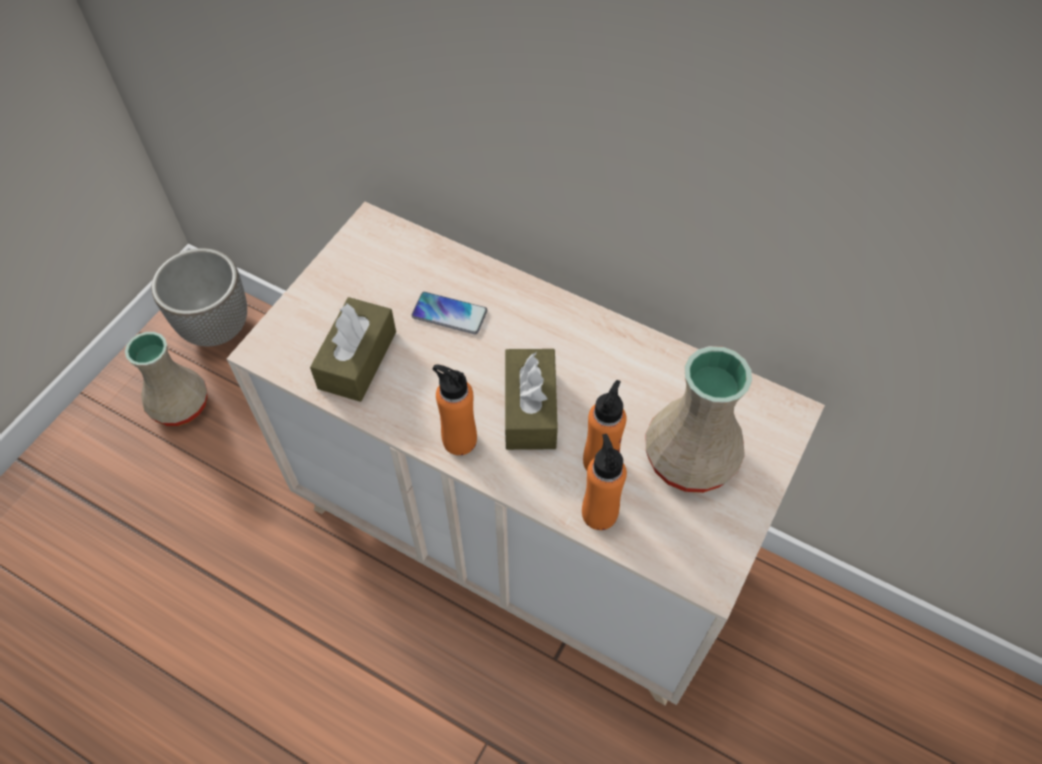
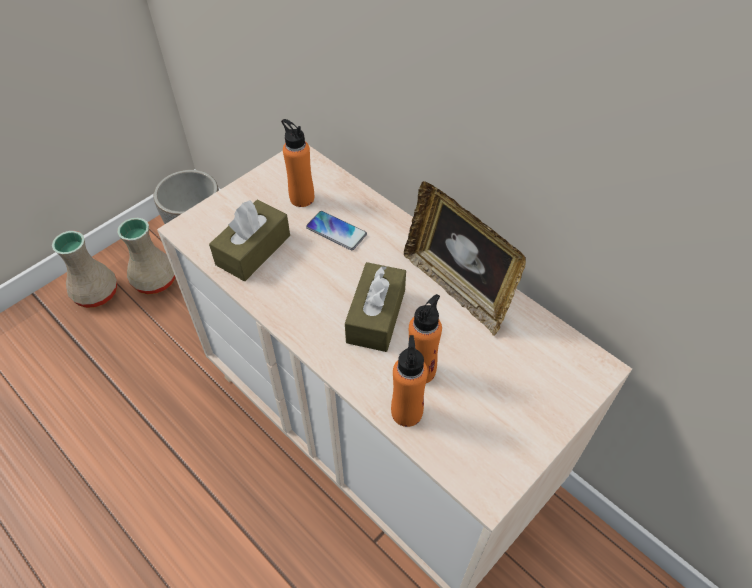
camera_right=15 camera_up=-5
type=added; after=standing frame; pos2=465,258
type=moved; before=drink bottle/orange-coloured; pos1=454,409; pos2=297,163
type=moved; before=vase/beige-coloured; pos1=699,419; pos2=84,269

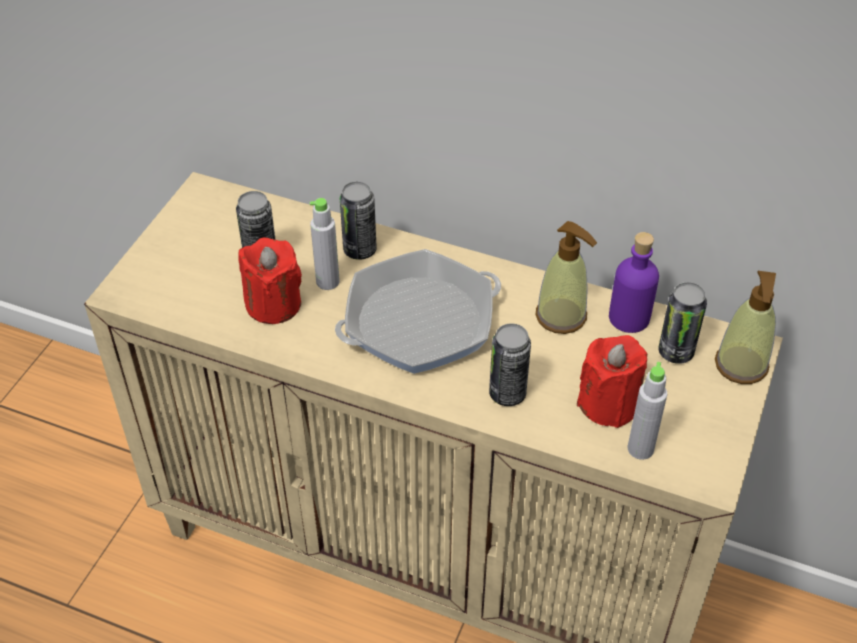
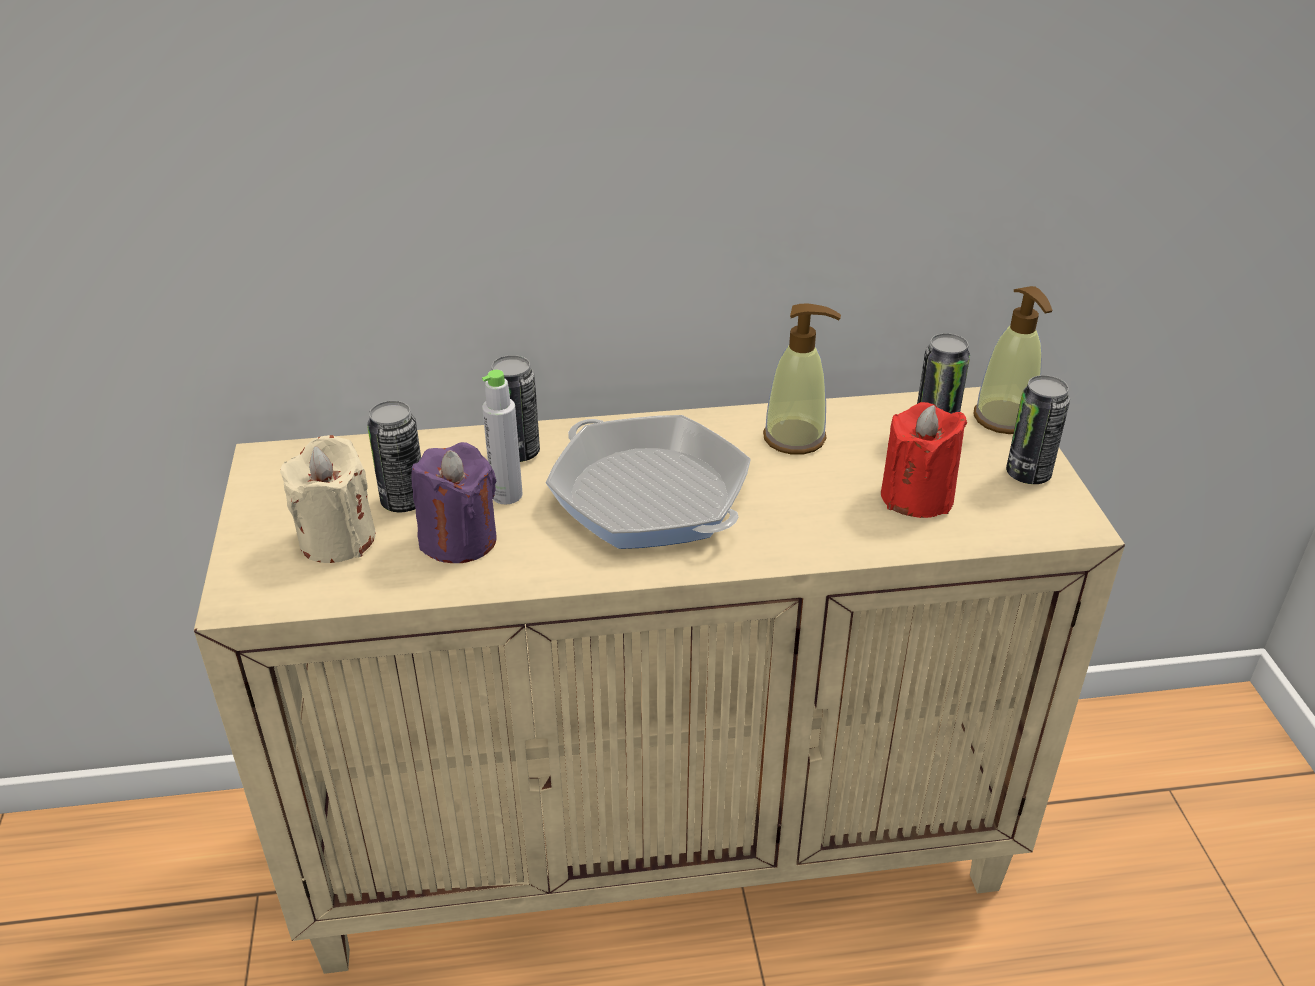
camera_right=-30 camera_up=-10
type=removed; before=drink bottle/purple; pos1=634,282
type=removed; before=drink bottle/grey; pos1=647,411
type=added; after=wax candle/beige-coloured; pos2=328,499
type=moved; before=can; pos1=510,364; pos2=1038,429
type=recoloured; before=wax candle/red-coloured; after=wax candle/purple; pos1=270,280; pos2=454,502
type=turned; before=frying pan; pos1=418,311; pos2=648,482; turn=105

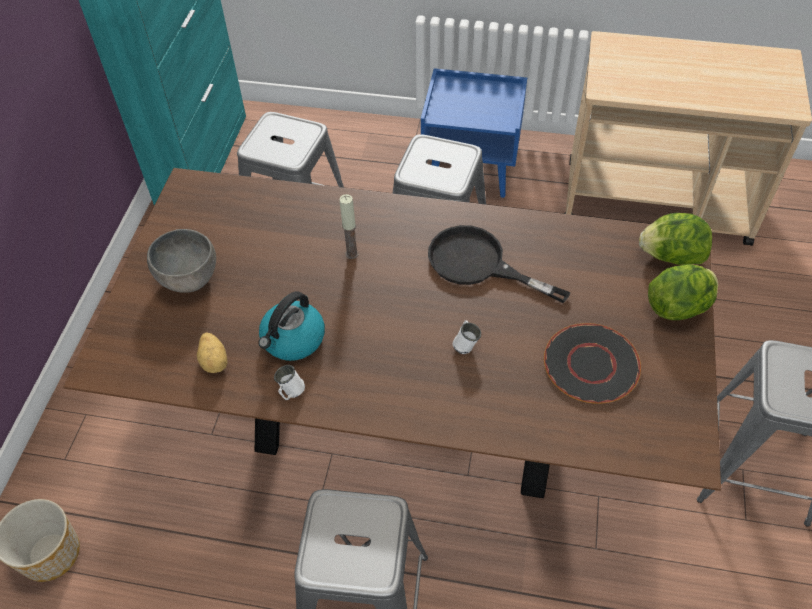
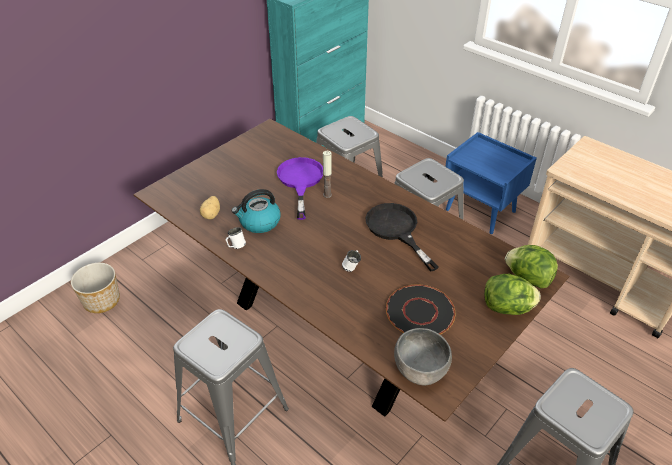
camera_right=30 camera_up=-10
type=added; after=frying pan/purple; pos2=300,188
type=moved; before=serving bowl/grey; pos1=181,261; pos2=423,356

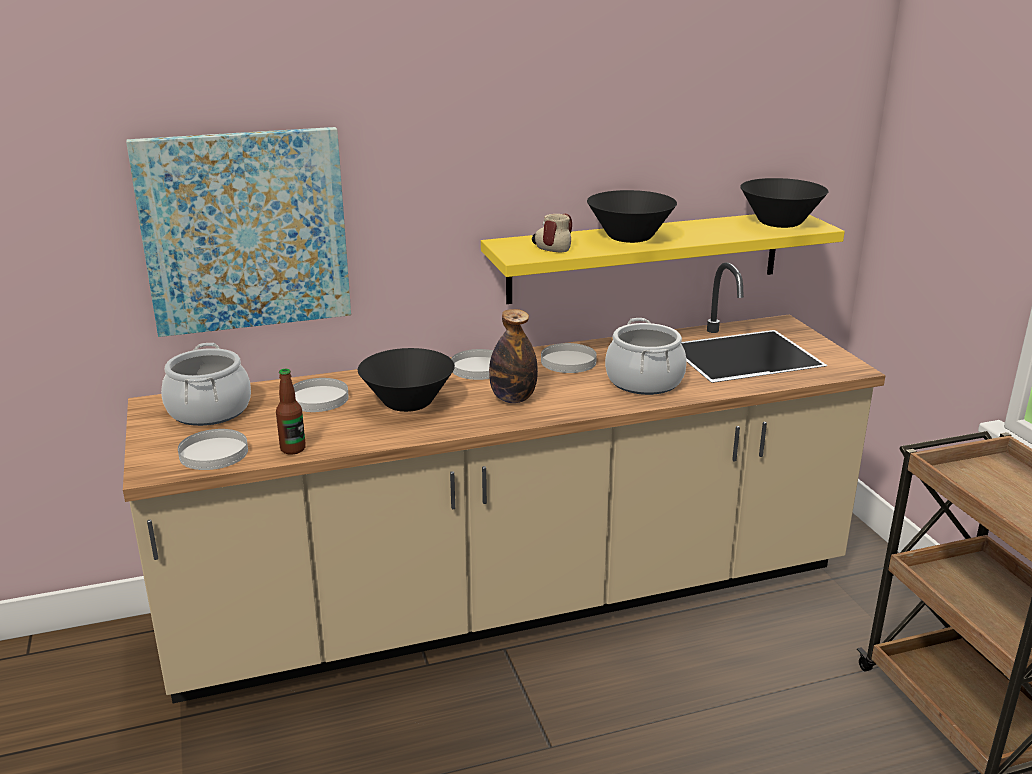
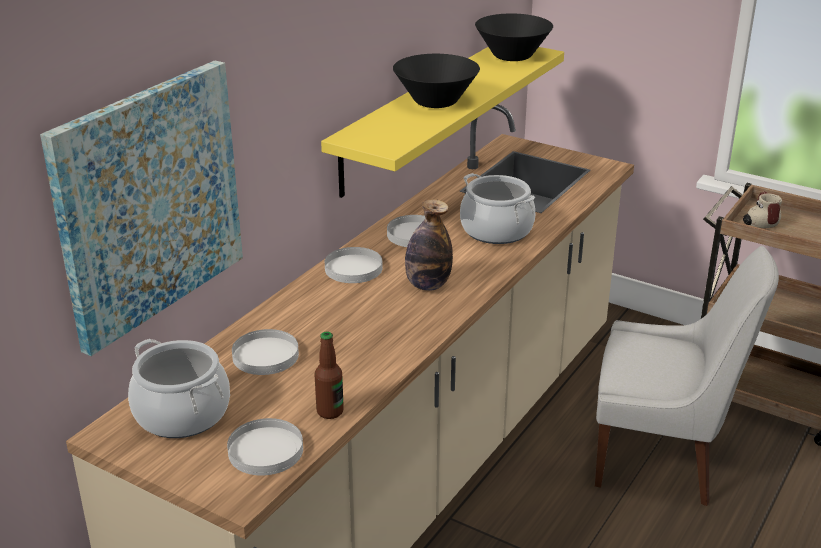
camera_right=-40 camera_up=5
type=removed; before=serving bowl/black-coloured; pos1=406,380
type=added; after=chair/whitish; pos2=687,376
type=moved; before=coffee mug; pos1=552,232; pos2=762,209

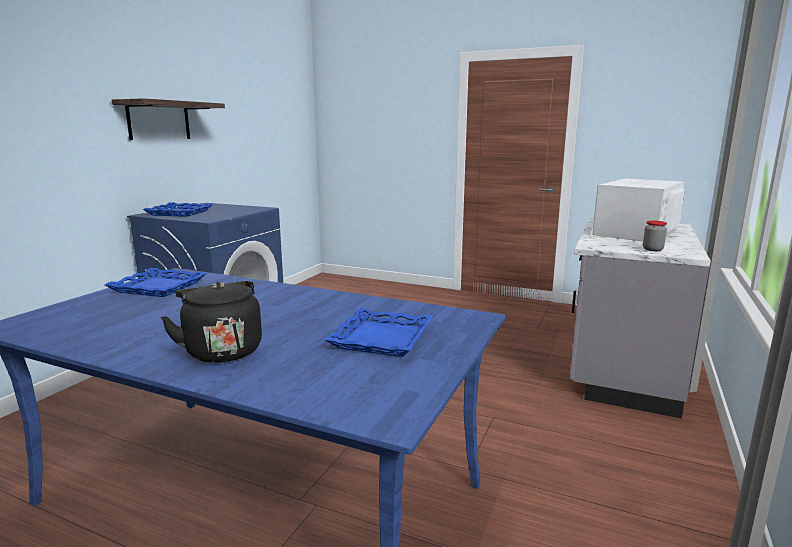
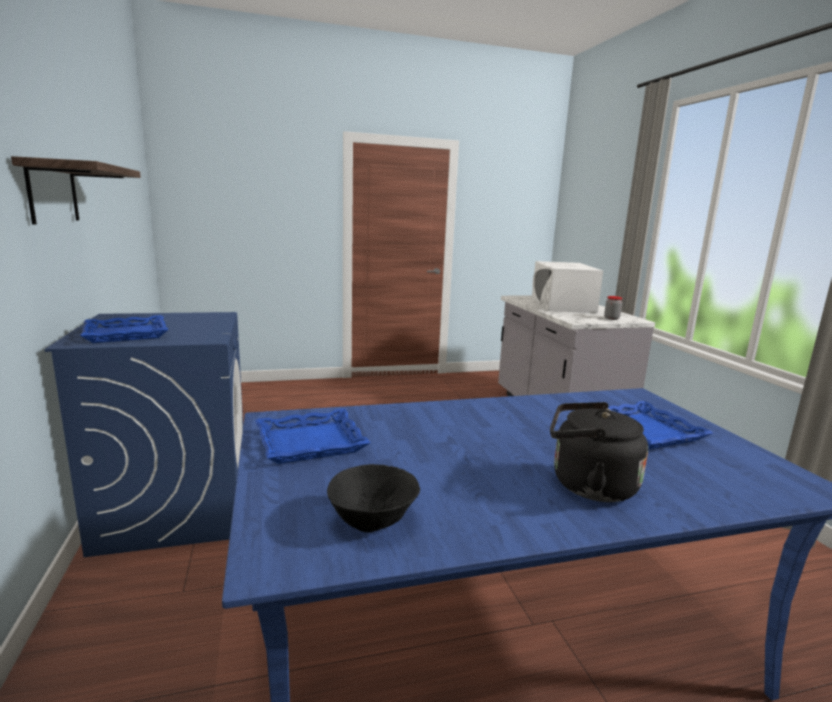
camera_right=-40 camera_up=0
type=added; after=serving bowl/black-coloured; pos2=373,498

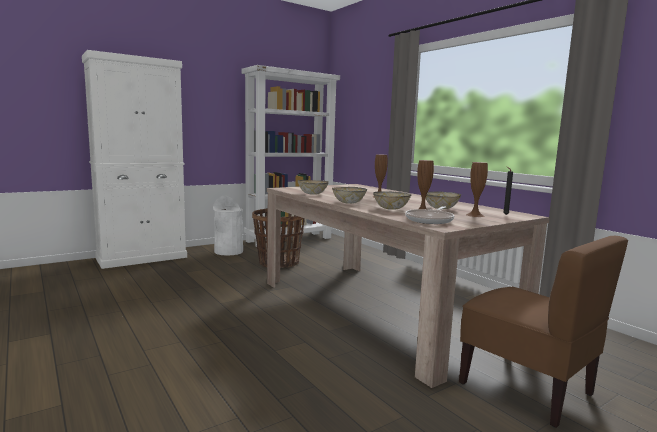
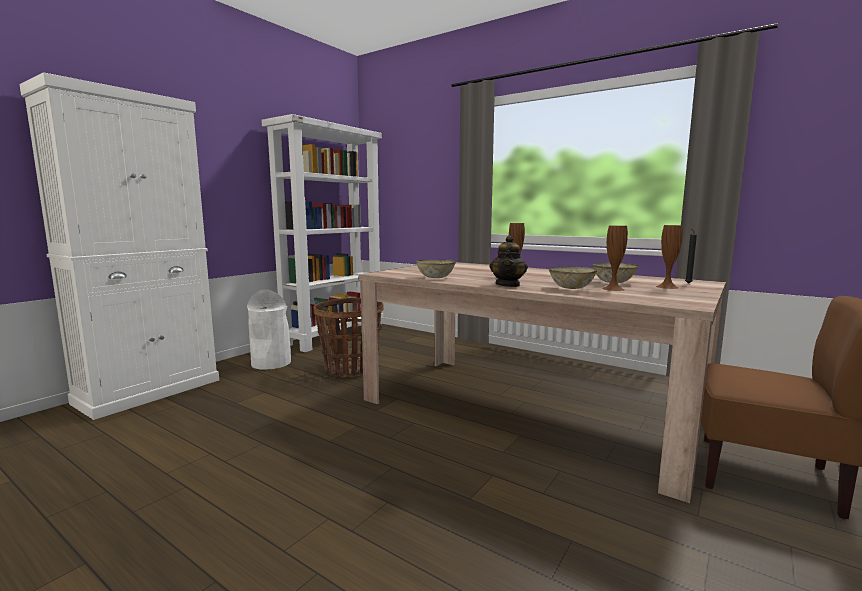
camera_right=-20 camera_up=0
type=removed; before=frying pan; pos1=429,215
type=replaced; before=serving bowl; after=tea pot; pos1=349,195; pos2=509,261

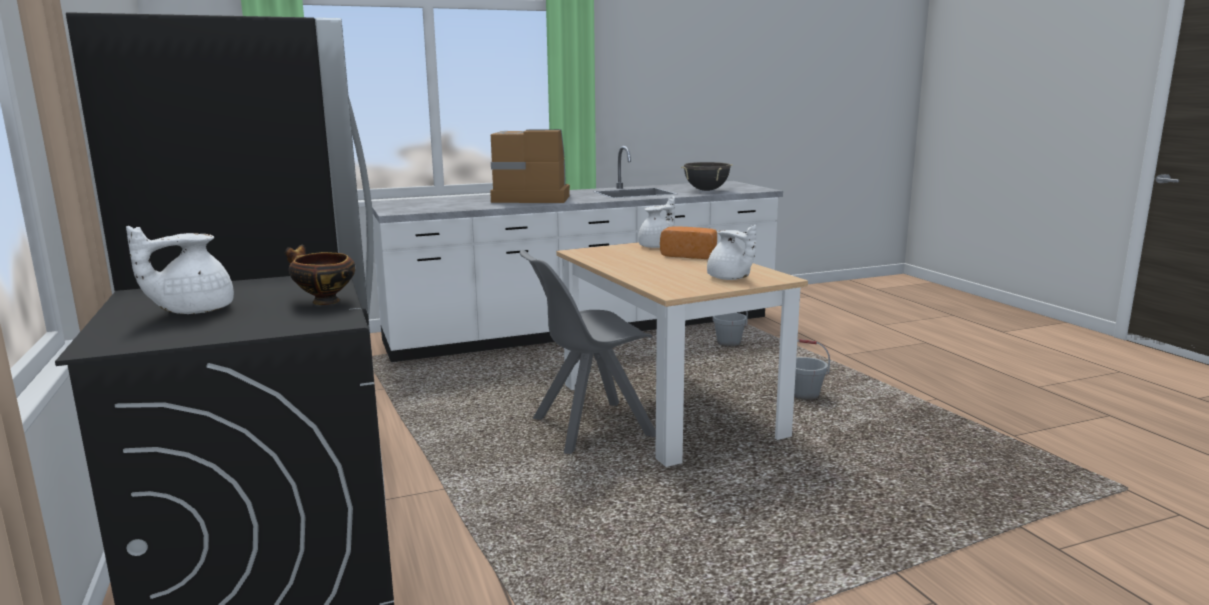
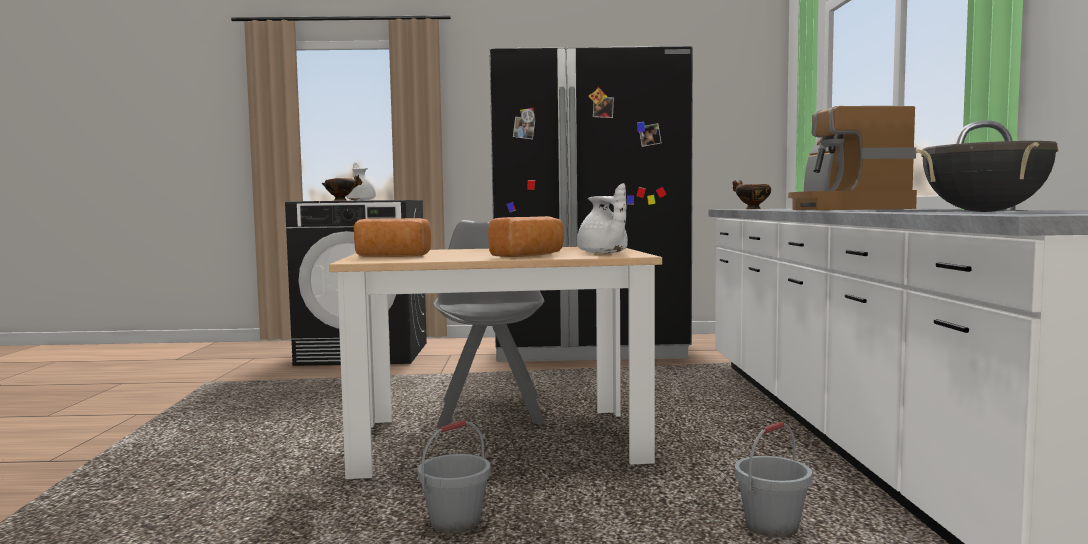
camera_right=110 camera_up=-10
type=added; after=serving bowl; pos2=752,194
type=replaced; before=tea pot/whitish; after=bread; pos1=731,252; pos2=392,237
type=turned; before=coffee maker; pos1=530,166; pos2=852,158; turn=150

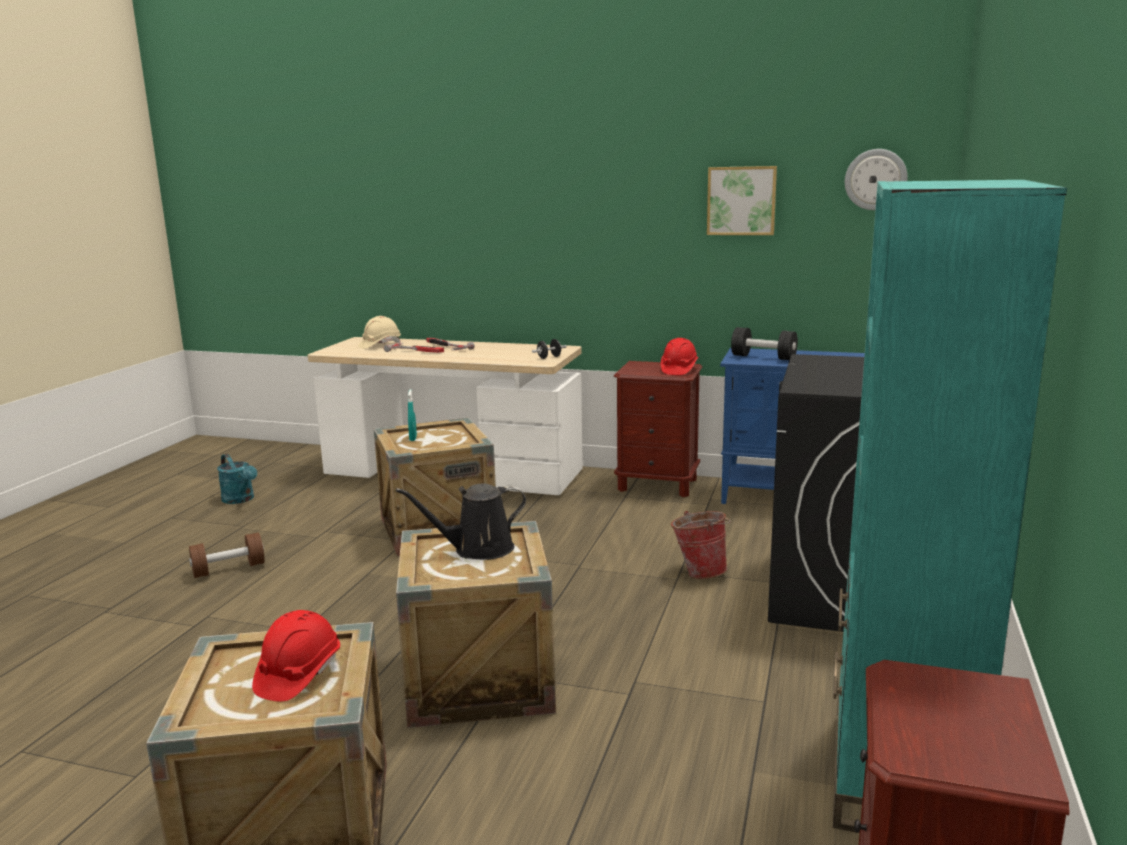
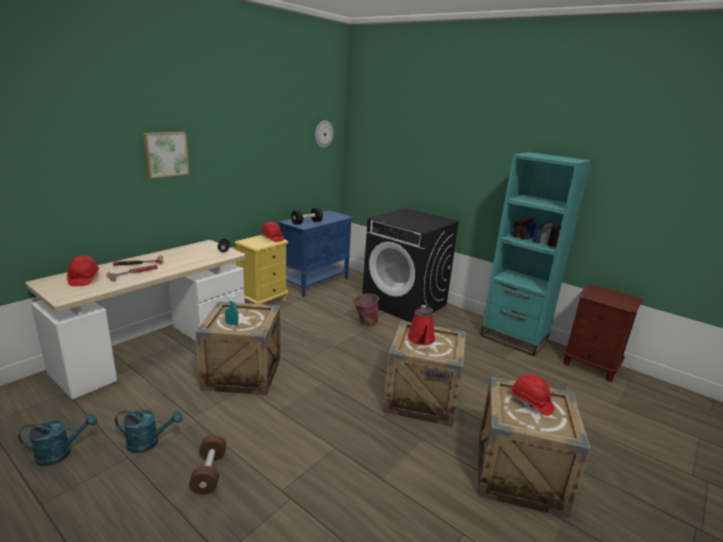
camera_right=-70 camera_up=5
type=added; after=watering pot/blue-green; pos2=149,431
type=moved; before=picture; pos1=742,200; pos2=166,155
type=recoloured; before=work helmet/beige-coloured; after=work helmet/red-coloured; pos1=379,332; pos2=83,270
type=recoloured; before=watering pot/black-coloured; after=watering pot/red-coloured; pos1=461,522; pos2=421,325
type=recoloured; before=night table/brownish; after=night table/yellowish; pos1=658,429; pos2=261,269

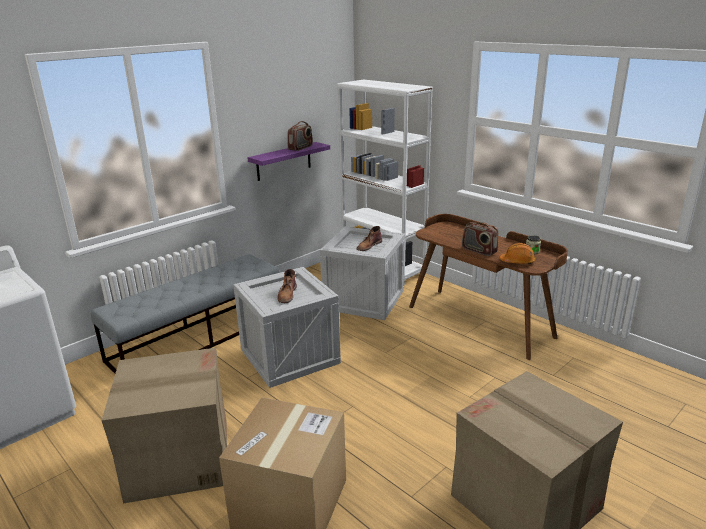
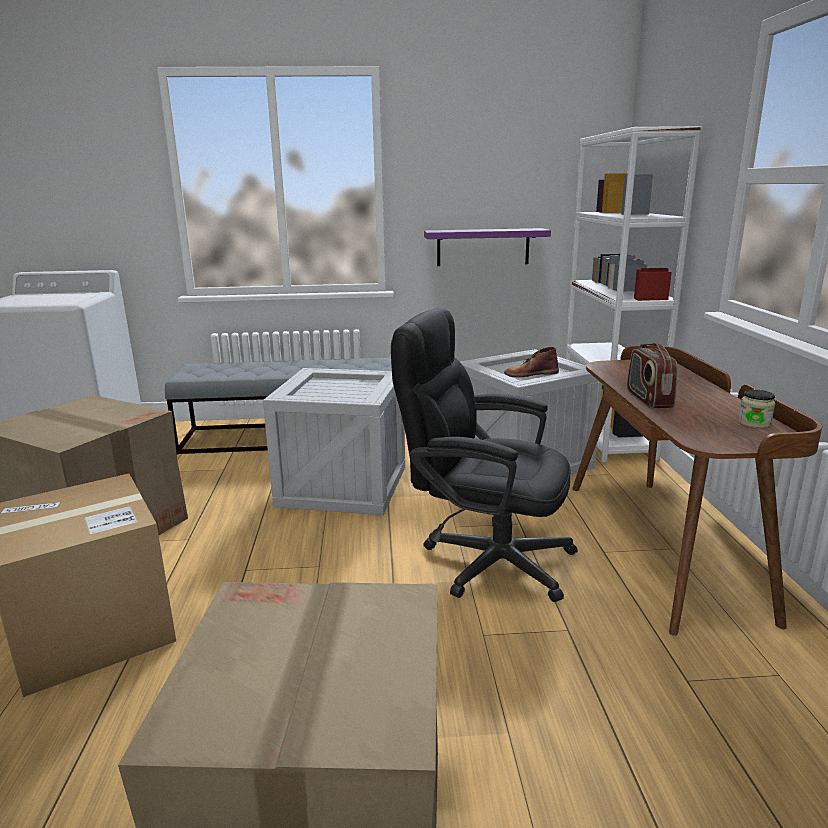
camera_right=40 camera_up=-5
type=removed; before=high-top boot/brownish; pos1=287,286
type=removed; before=radio set; pos1=300,136
type=removed; before=work helmet/orange-coloured; pos1=518,253
type=added; after=computer chair/black-coloured; pos2=484,455

